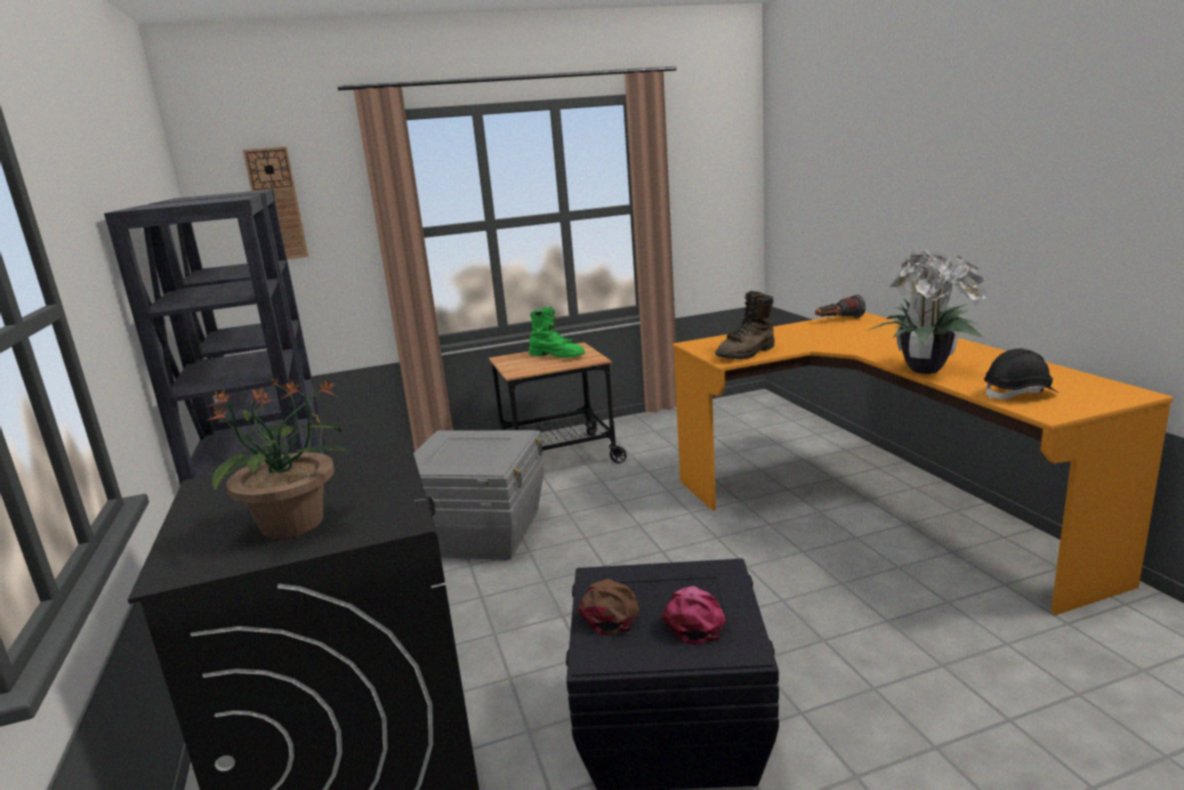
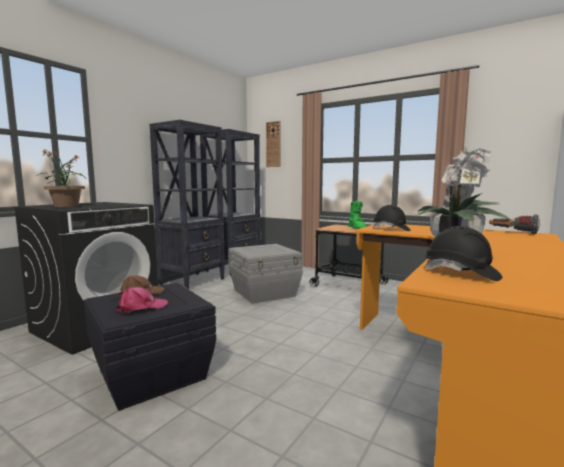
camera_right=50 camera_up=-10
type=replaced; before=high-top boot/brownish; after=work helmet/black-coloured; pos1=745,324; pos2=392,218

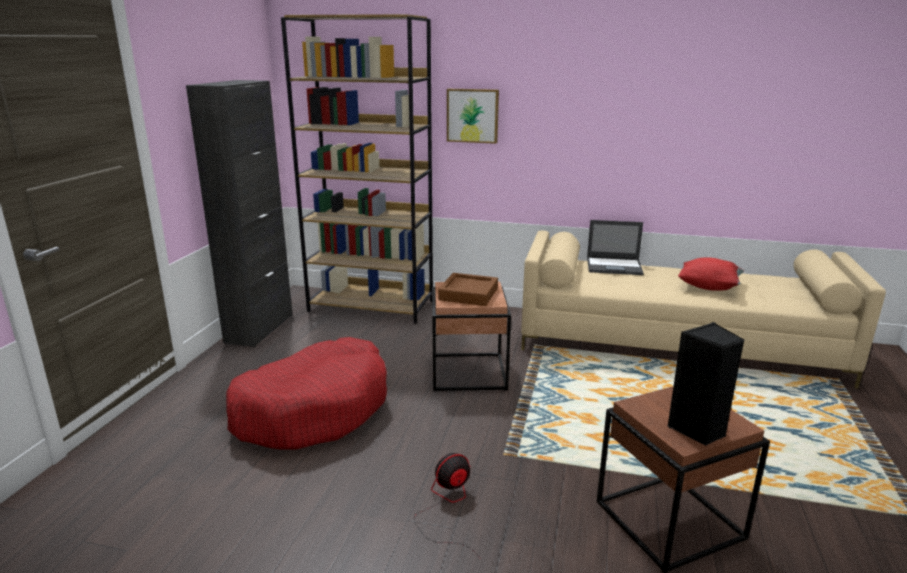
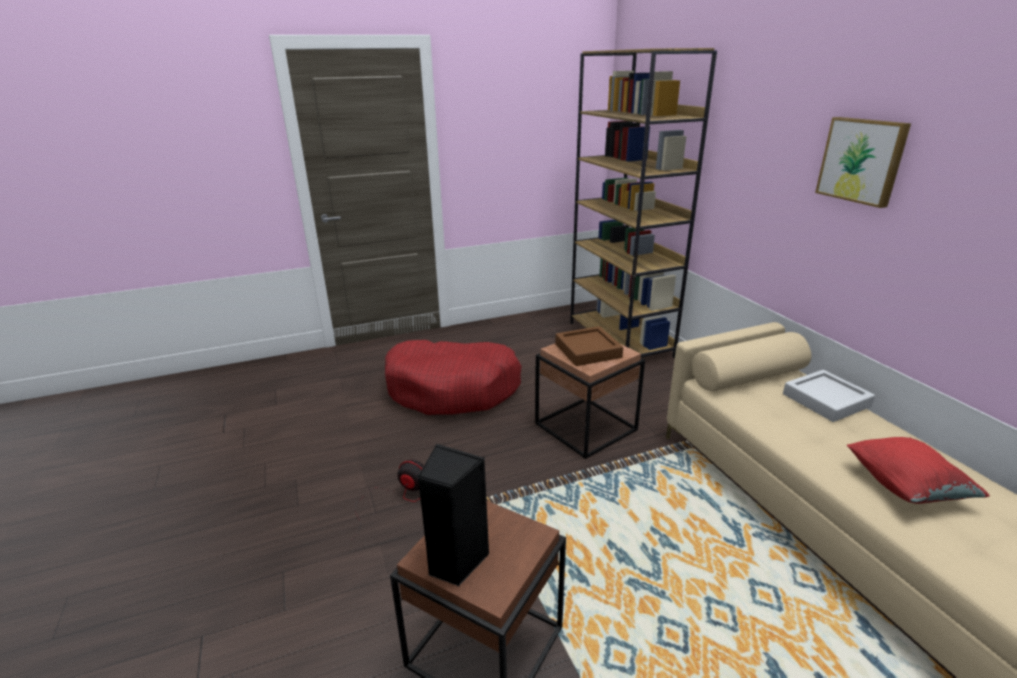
camera_right=55 camera_up=5
type=removed; before=cupboard/black-coloured; pos1=239,213
type=moved; before=picture; pos1=473,116; pos2=863,162
type=replaced; before=laptop; after=serving tray/grey; pos1=615,247; pos2=829,396

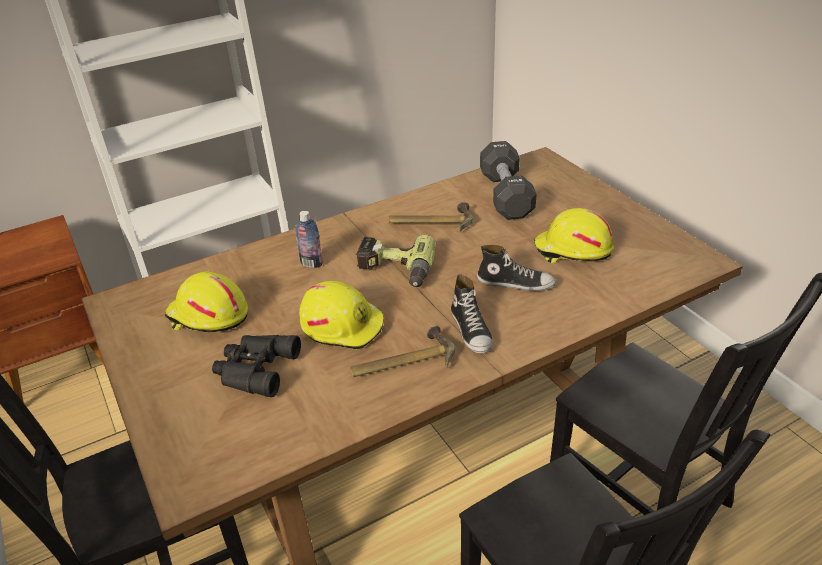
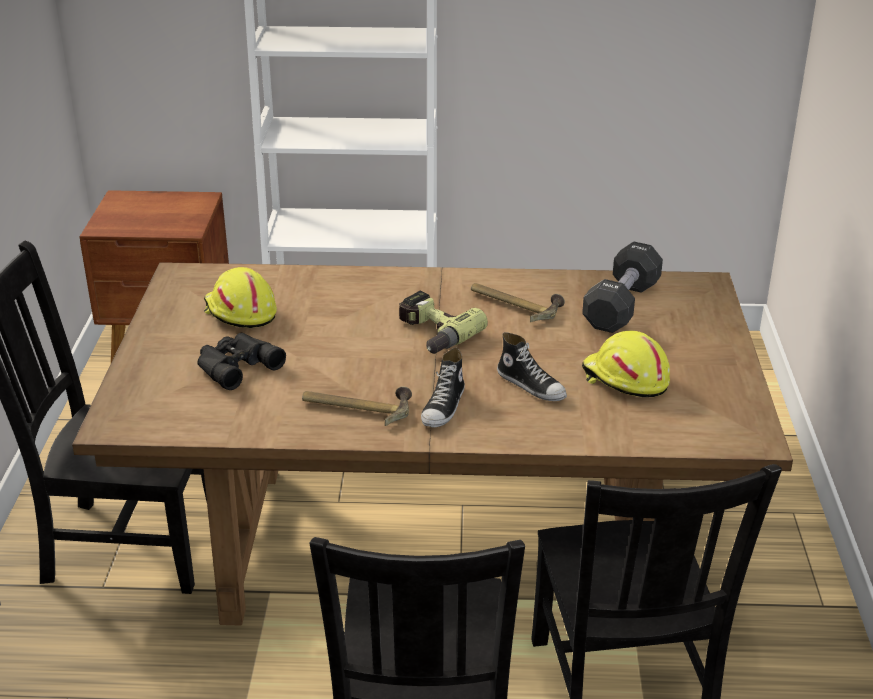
camera_right=30 camera_up=-5
type=removed; before=drink bottle; pos1=309,239
type=removed; before=work helmet/yellowish; pos1=341,315

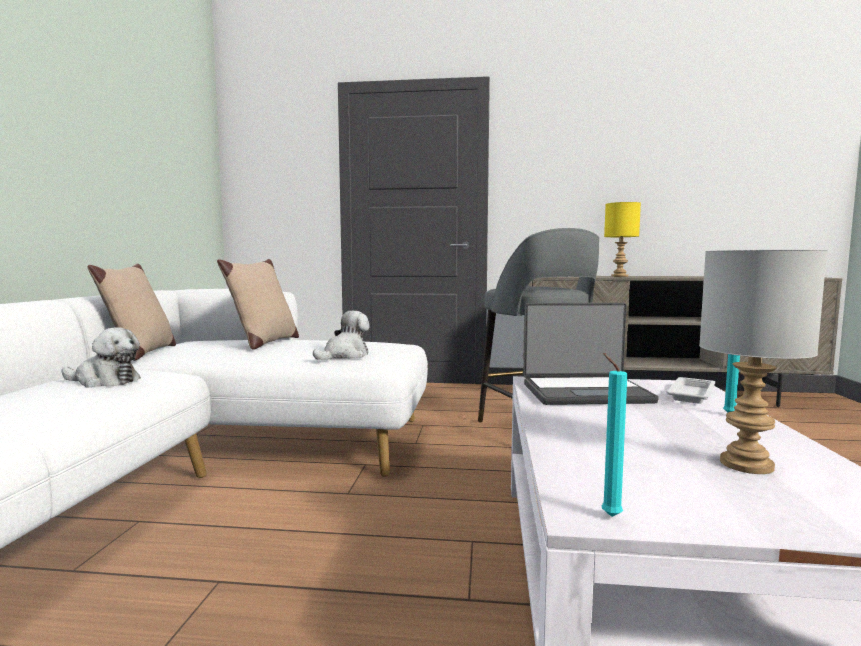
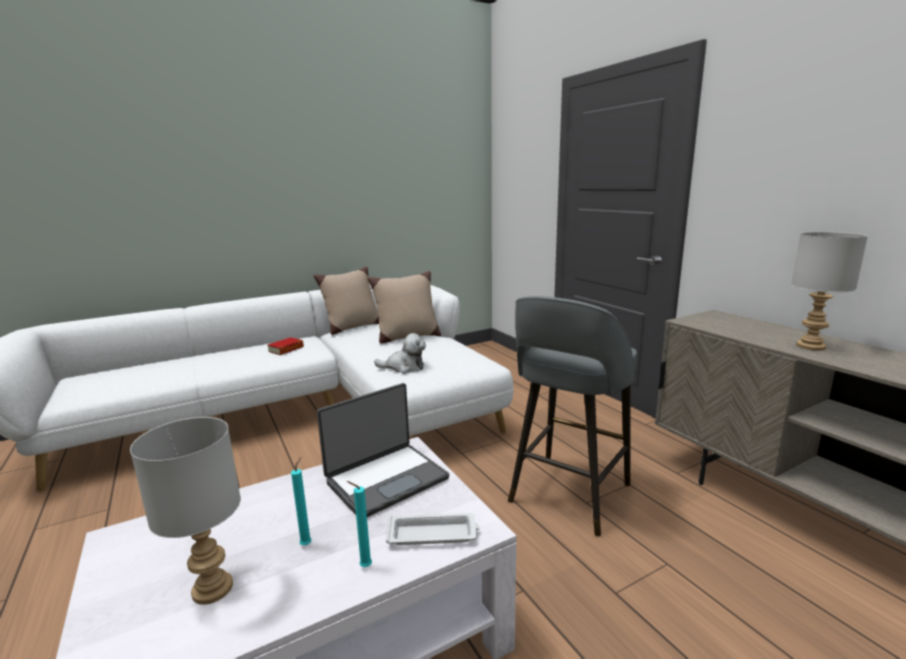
camera_right=55 camera_up=10
type=moved; before=wax candle/blue-green; pos1=614,435; pos2=301,501
type=replaced; before=cuddly toy; after=book; pos1=101,357; pos2=285,346
type=recoloured; before=tabletop lamp/yellowish; after=tabletop lamp/grey; pos1=622,239; pos2=829,291
type=turned; before=laptop; pos1=591,354; pos2=383,450; turn=-90

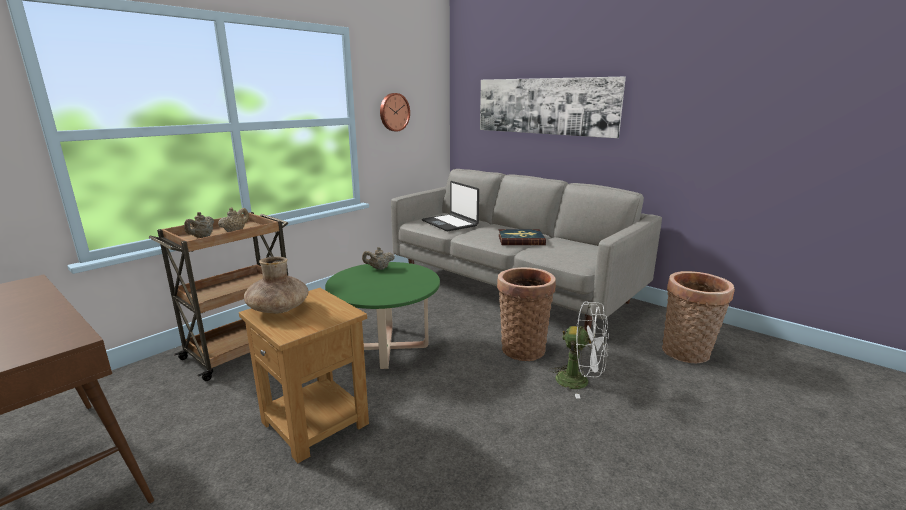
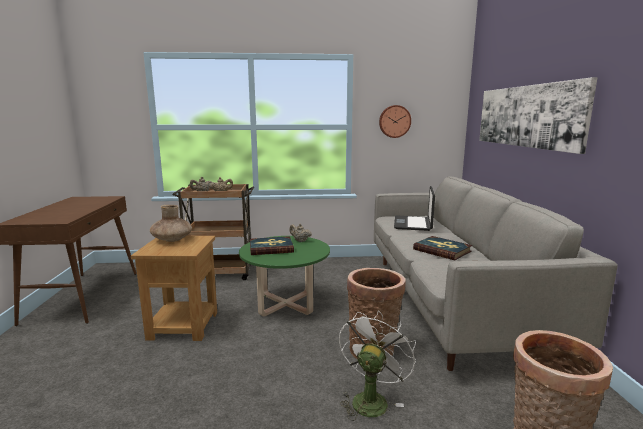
camera_right=45 camera_up=-5
type=added; after=book; pos2=272,245
type=turned; before=fan/whitish; pos1=579,350; pos2=377,366; turn=-135

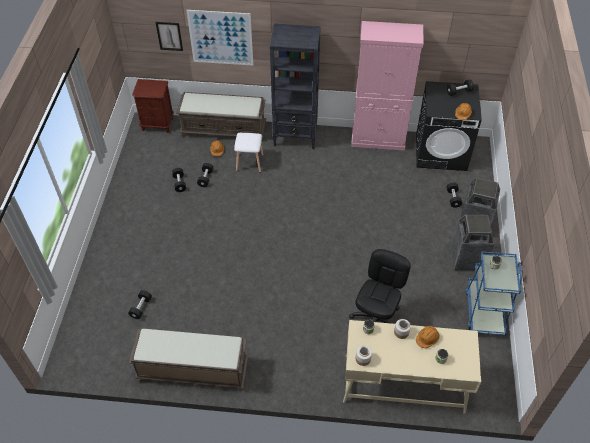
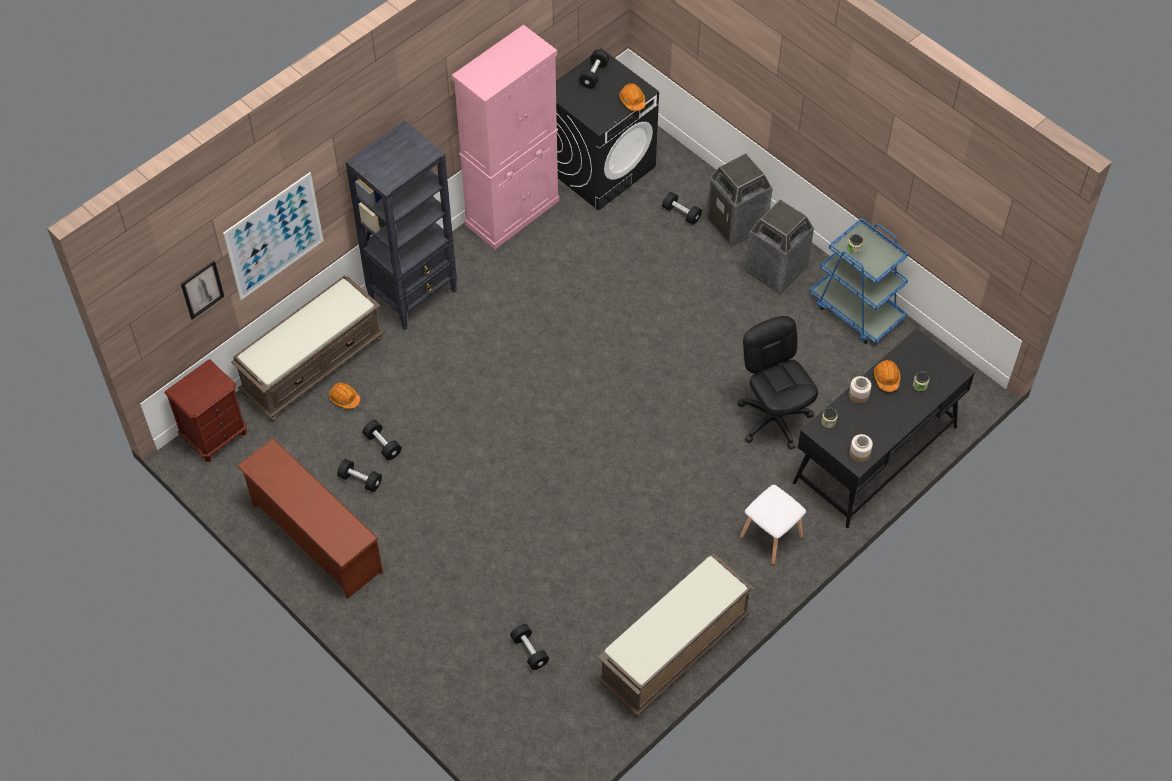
camera_right=-50 camera_up=5
type=added; after=shoe stand/brownish; pos2=310,518
type=moved; before=stool/whitish; pos1=248,153; pos2=773,525
type=recoloured; before=desk/beige-coloured; after=desk/black-coloured; pos1=412,367; pos2=884,428

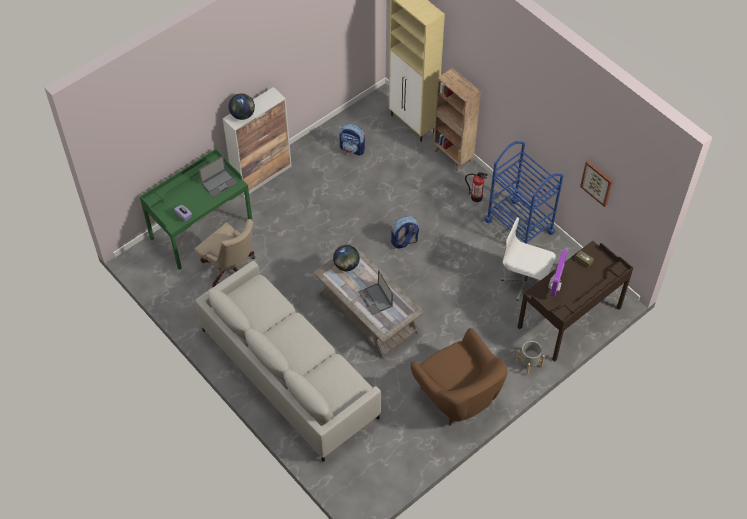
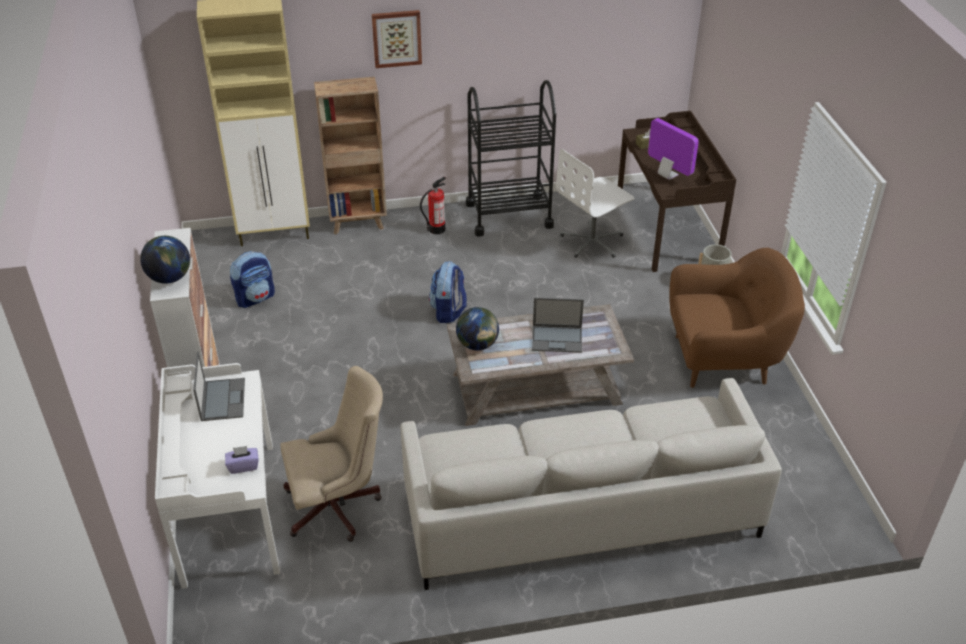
camera_right=-60 camera_up=-15
type=moved; before=picture; pos1=596,184; pos2=397,39
type=recoloured; before=desk/green; after=desk/whitish; pos1=196,209; pos2=217,476
type=recoloured; before=wheeled cart/blue-coloured; after=wheeled cart/black-coloured; pos1=524,192; pos2=511,158

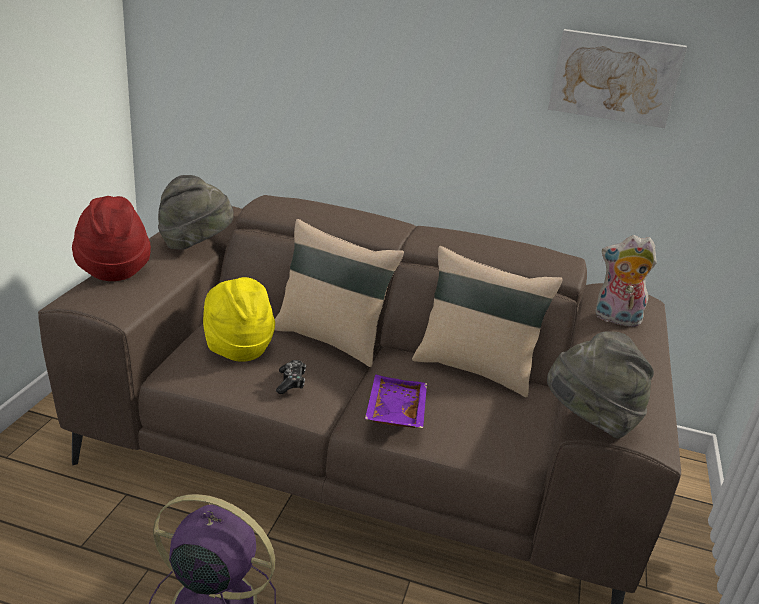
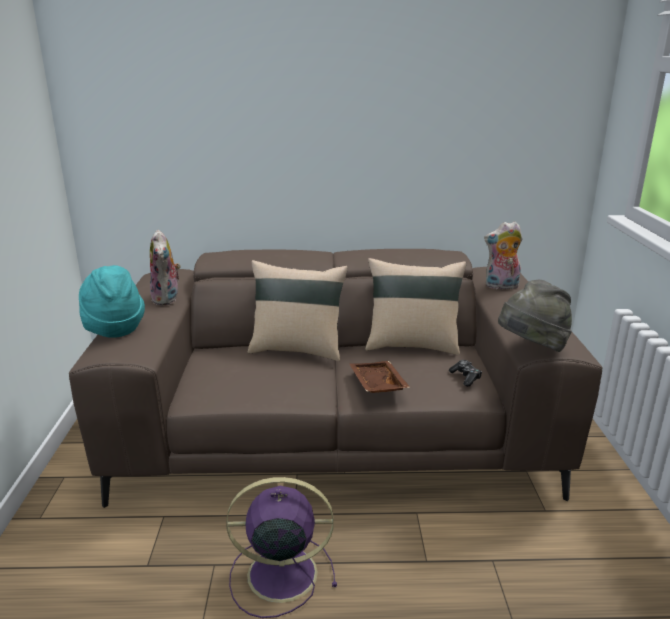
camera_right=-15 camera_up=-5
type=removed; before=clothing hat/yellowish; pos1=239,319
type=removed; before=picture; pos1=617,78
type=moved; before=game controller; pos1=291,377; pos2=465,373
type=replaced; before=clothing hat/grey; after=cuddly toy; pos1=196,212; pos2=165,267
type=recoloured; before=clothing hat/red-coloured; after=clothing hat/blue-green; pos1=111,238; pos2=112,301
type=recoloured; before=serving tray/purple; after=serving tray/brownish; pos1=396,401; pos2=380,377

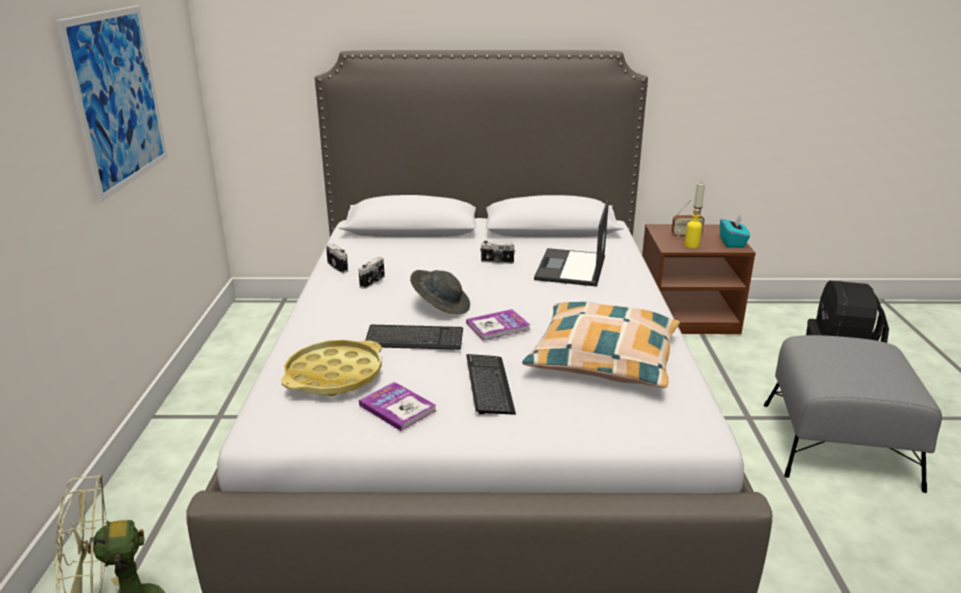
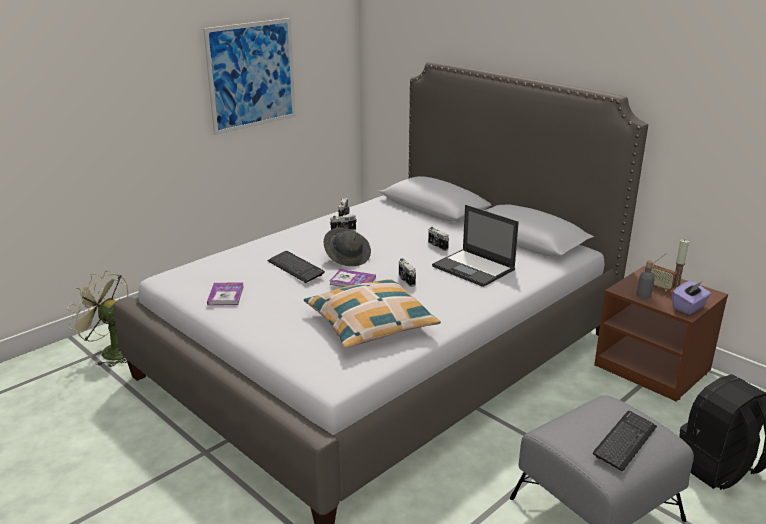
camera_right=45 camera_up=0
type=removed; before=serving tray/yellowish; pos1=331,368
type=added; after=still camera; pos2=407,272
type=moved; before=PC keyboard; pos1=491,384; pos2=625,441
type=recoloured; before=drink bottle/yellowish; after=drink bottle/grey; pos1=693,228; pos2=646,279
type=recoloured; before=box of tissues/blue-green; after=box of tissues/purple; pos1=735,231; pos2=691,298
type=turned; before=laptop; pos1=571,243; pos2=475,246; turn=-105

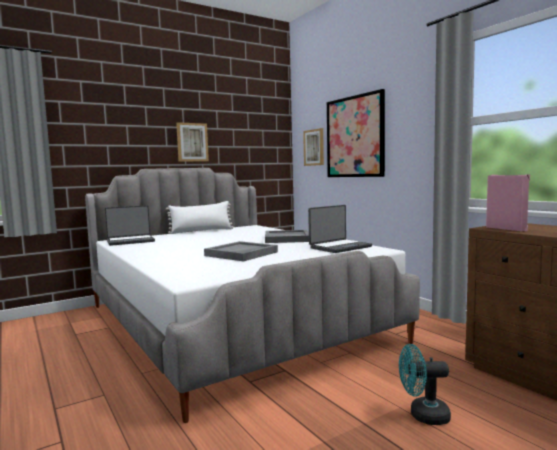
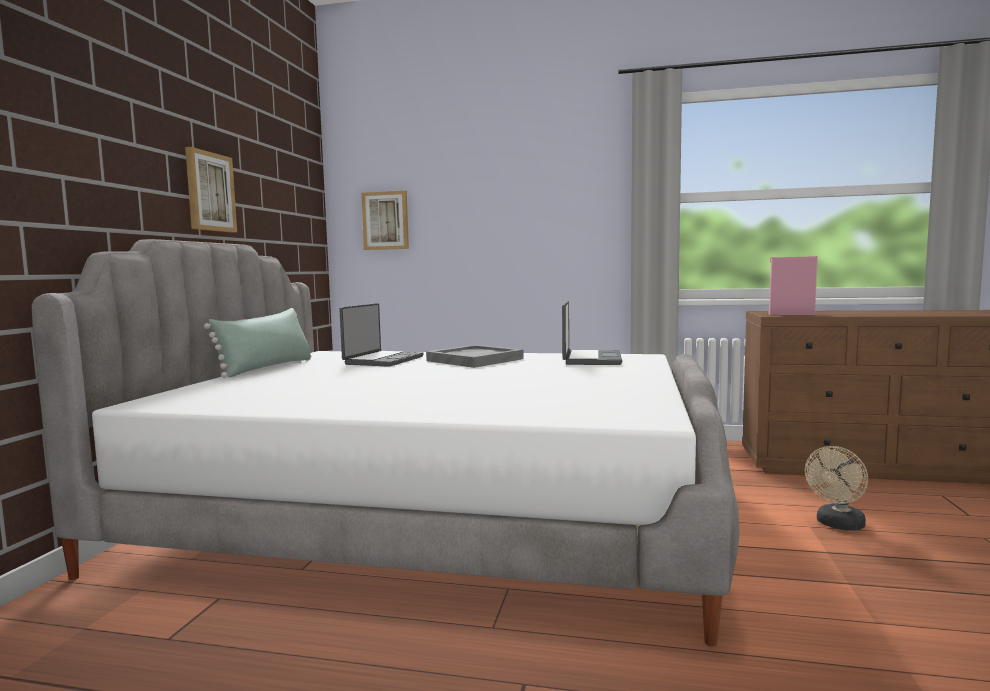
camera_right=-45 camera_up=0
type=removed; before=serving tray/grey; pos1=241,251
type=removed; before=picture; pos1=356,133
type=moved; before=laptop; pos1=130,225; pos2=381,335
type=recoloured; before=pillow/whitish; after=pillow/green; pos1=200,217; pos2=257,343
type=recoloured; before=fan/blue-green; after=fan/beige-coloured; pos1=425,384; pos2=836,488

